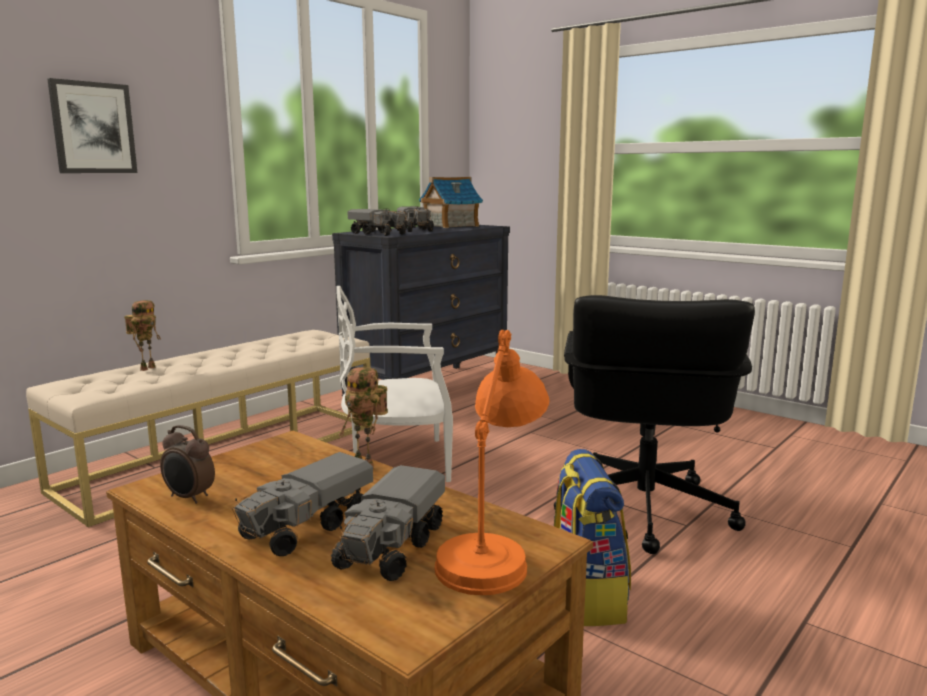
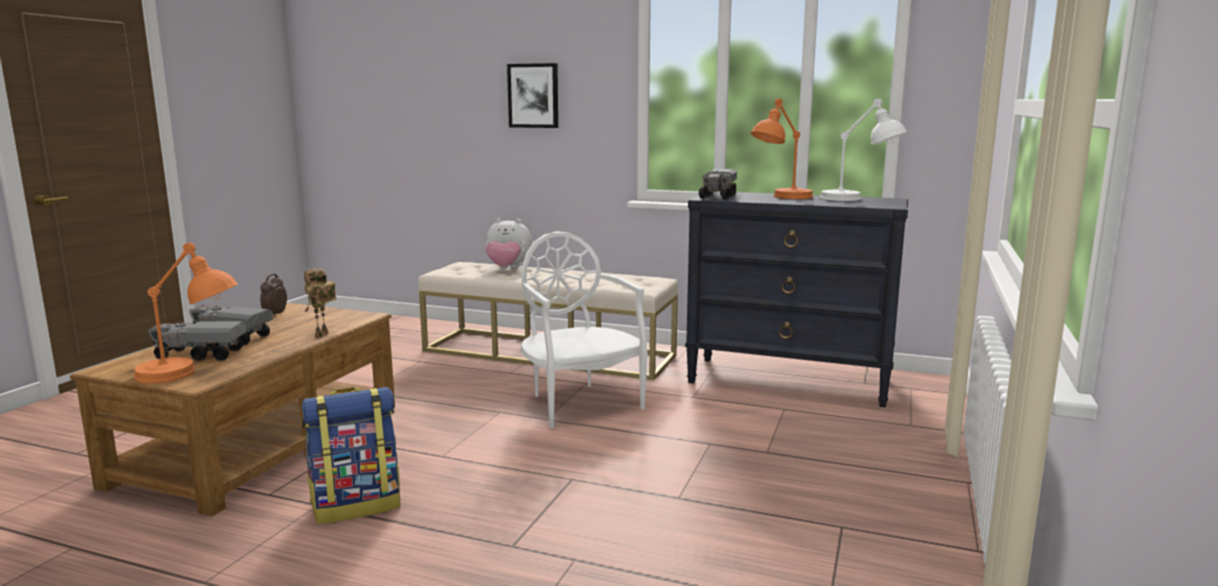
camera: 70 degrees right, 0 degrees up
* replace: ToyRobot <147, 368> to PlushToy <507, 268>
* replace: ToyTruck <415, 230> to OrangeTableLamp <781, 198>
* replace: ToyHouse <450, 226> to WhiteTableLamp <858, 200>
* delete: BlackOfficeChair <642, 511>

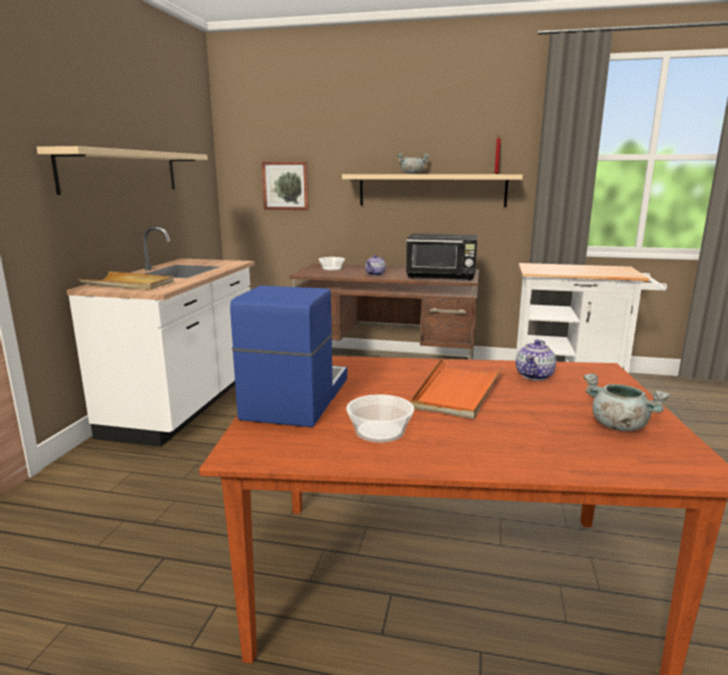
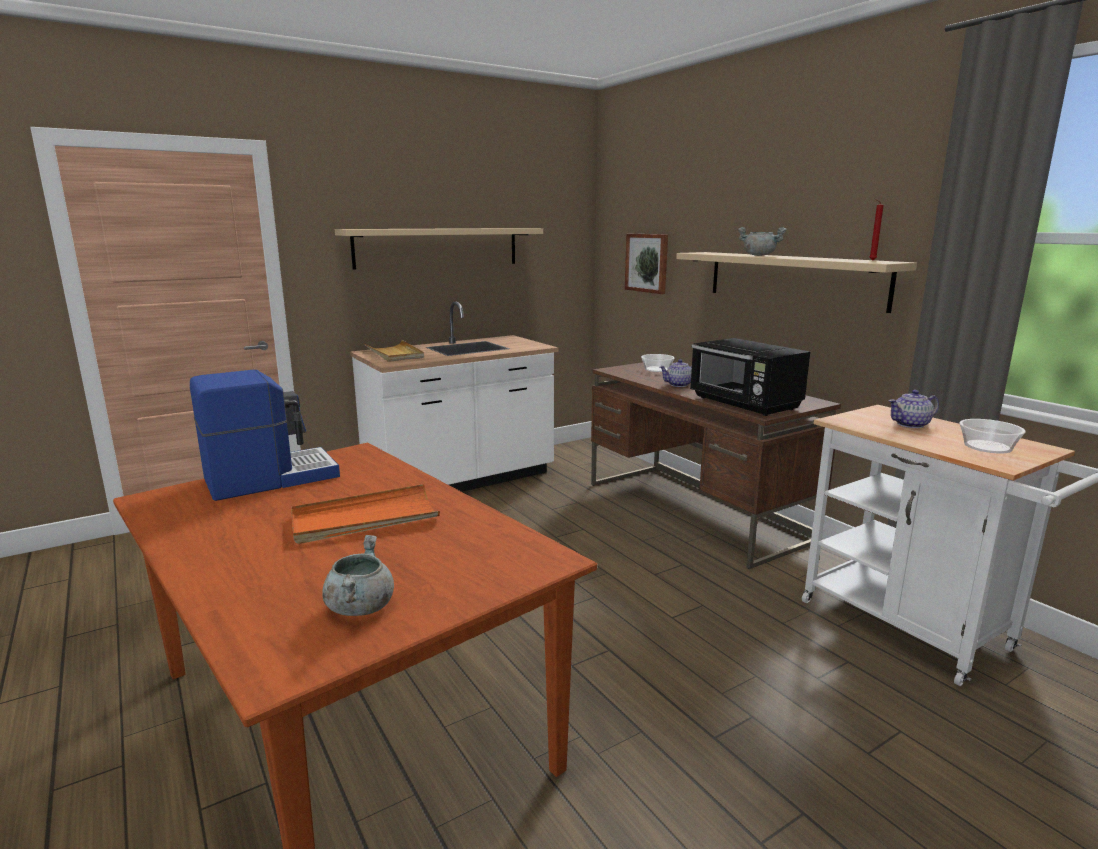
camera: 45 degrees right, 0 degrees up
* move: Teapot <535, 375> to <911, 424>
* move: Bowl <380, 431> to <988, 447>

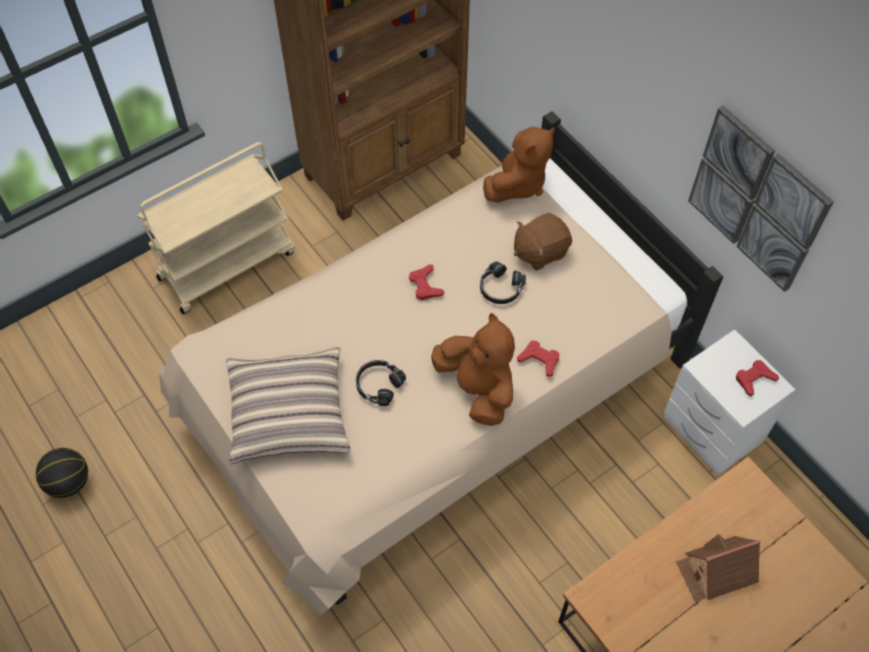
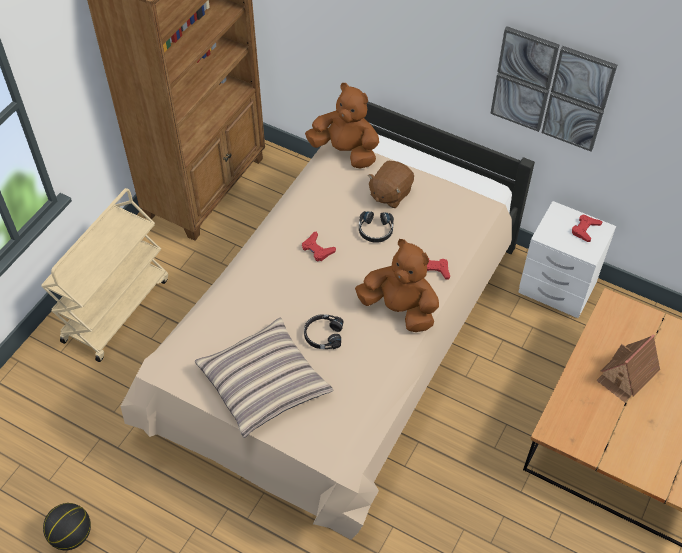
camera: 25 degrees left, 5 degrees down
* rotate: BrownPlushToy <518, 183> = <345, 151> 75 degrees counterclockwise

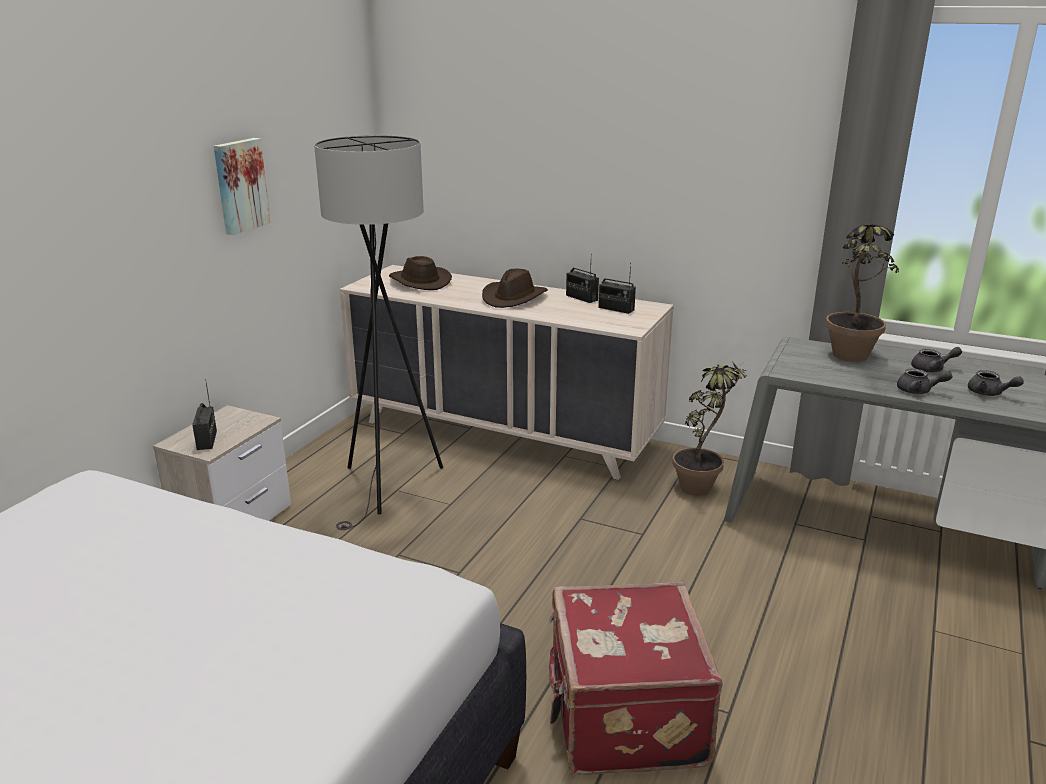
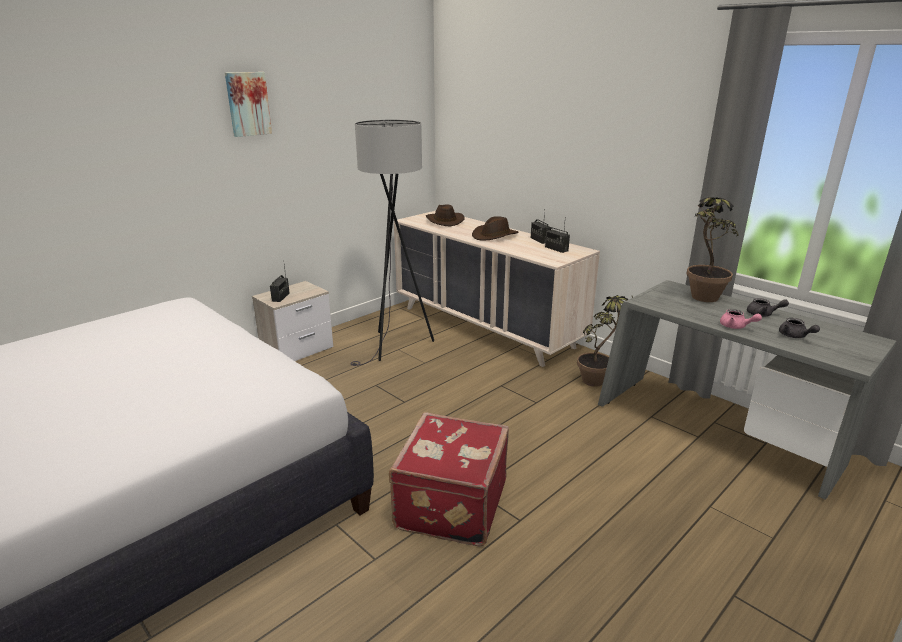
camera: 20 degrees right, 0 degrees up
* move: Picture <240, 185> to <247, 104>
* recolor: GreyTeapot <918, 391> to PinkTeapot <736, 327>

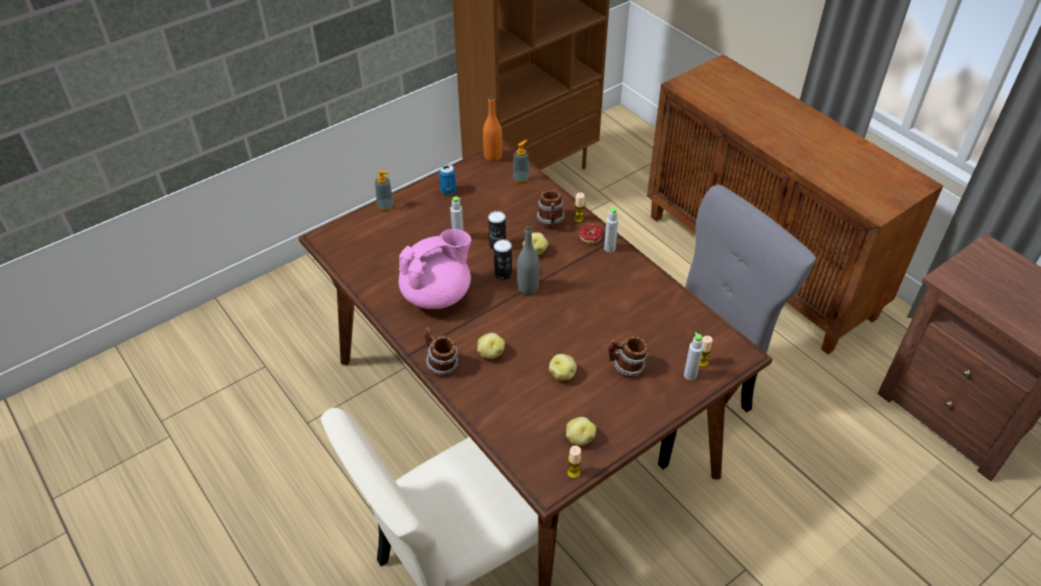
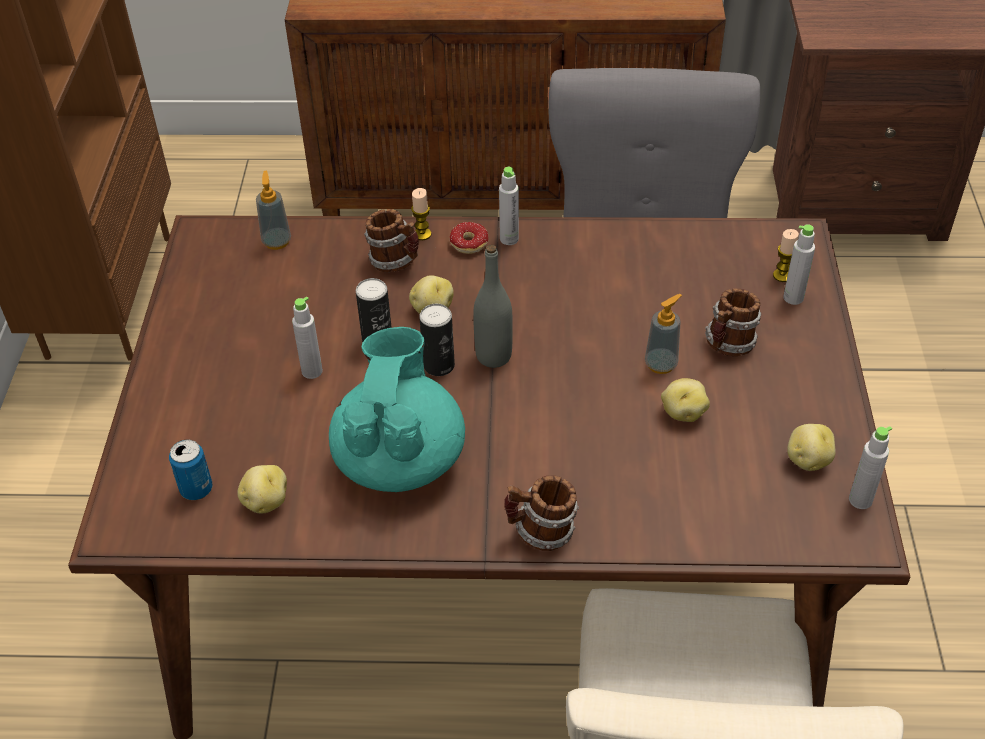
camera: 50 degrees left, 0 degrees up
* move: Can <448, 190> to <196, 489>
* move: Potato <490, 353> to <265, 501>
* recolor: PinkTeapot <437, 294> to TurquoiseTeapot <400, 458>
* move: SoapDispenser <385, 206> to <661, 364>
* replace: Candle <573, 472> to GreyBottle <860, 500>
* delete: OrangeBottle <493, 157>

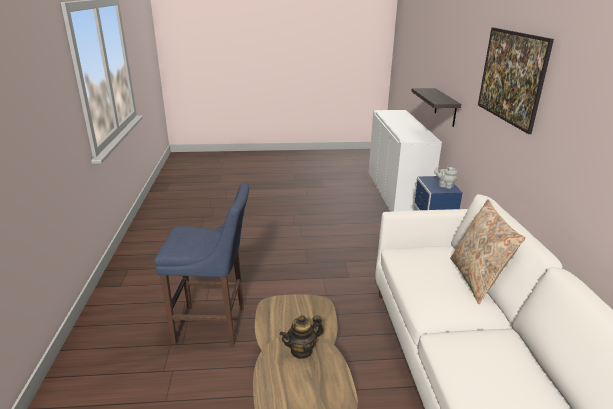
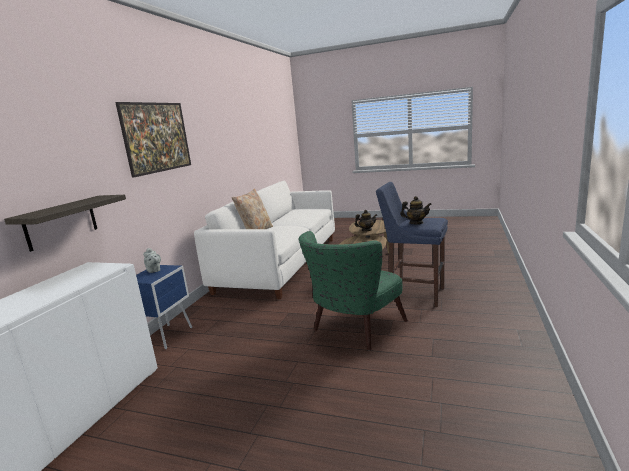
camera: 155 degrees left, 10 degrees down
* insert: GreenArmchair <353, 330>
* insert: Teapot <416, 223>

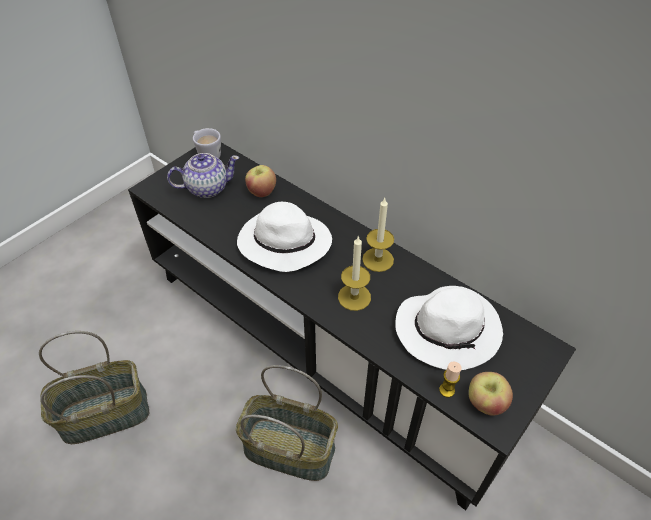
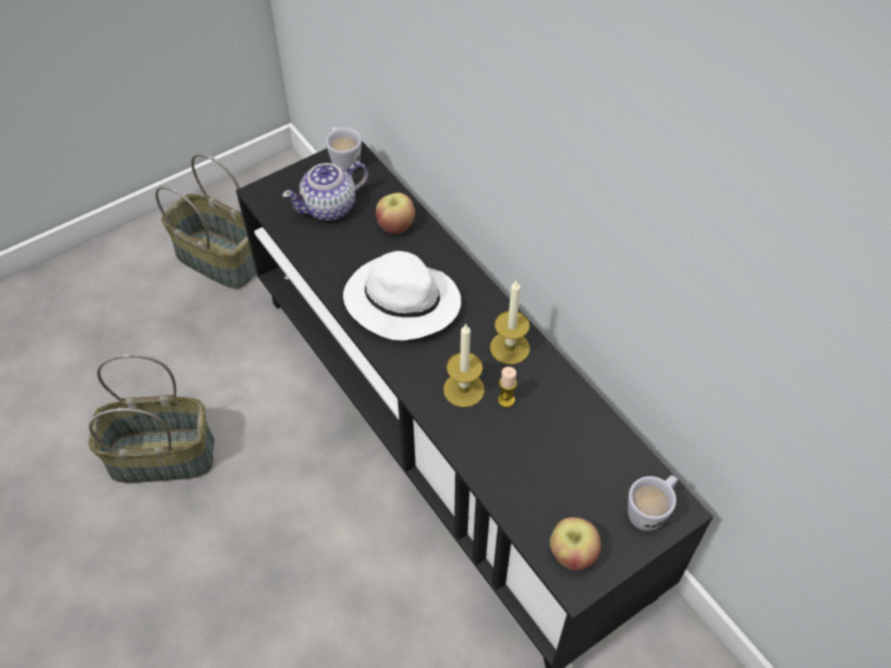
camera: 15 degrees right, 5 degrees up
* move: Basket <290, 448> to <221, 259>
* rotate: Teapot <207, 188> = <330, 207> 150 degrees clockwise
* move: Candle <447, 390> to <506, 400>
* insert: WhiteMug <650, 510>
* delete: WhiteHat <449, 329>

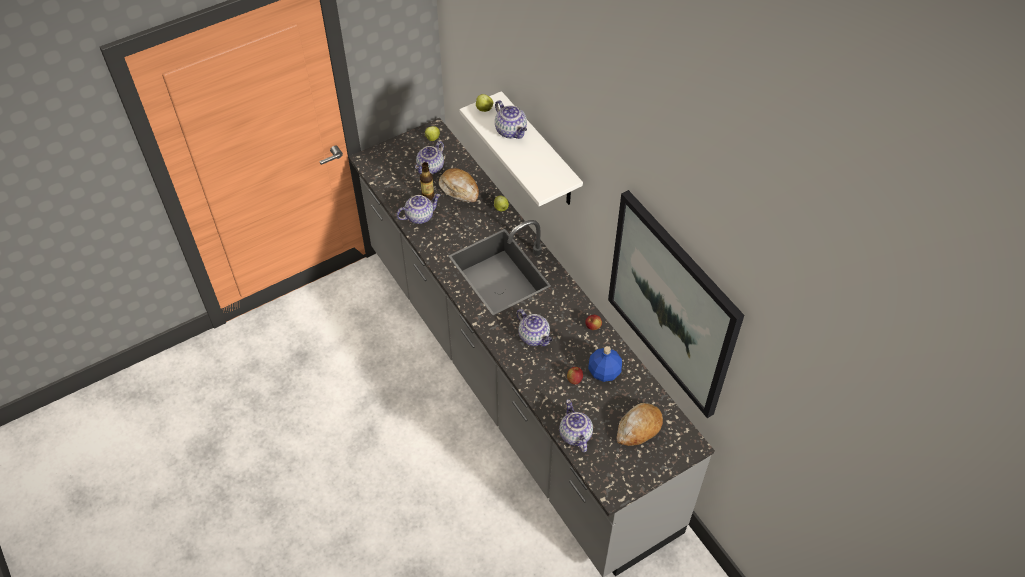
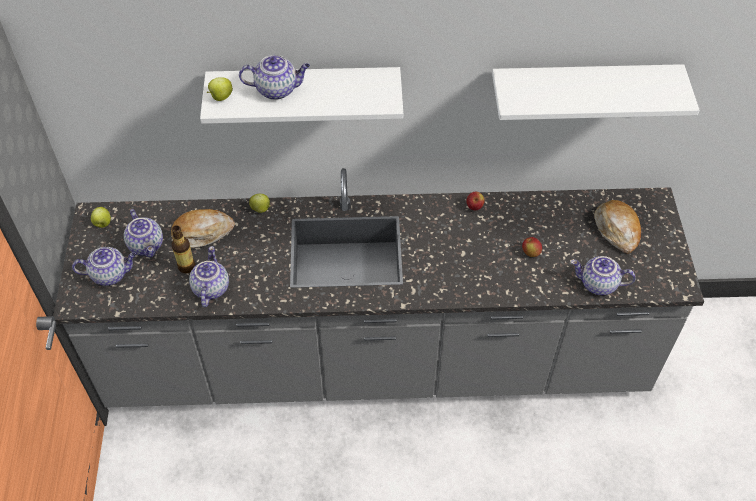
camera: 60 degrees left, 0 degrees up
* move: Teapot <534, 337> to <110, 274>
* replace: Picture <672, 305> to WhiteShelf <583, 90>
* delete: BlueBottle <604, 372>

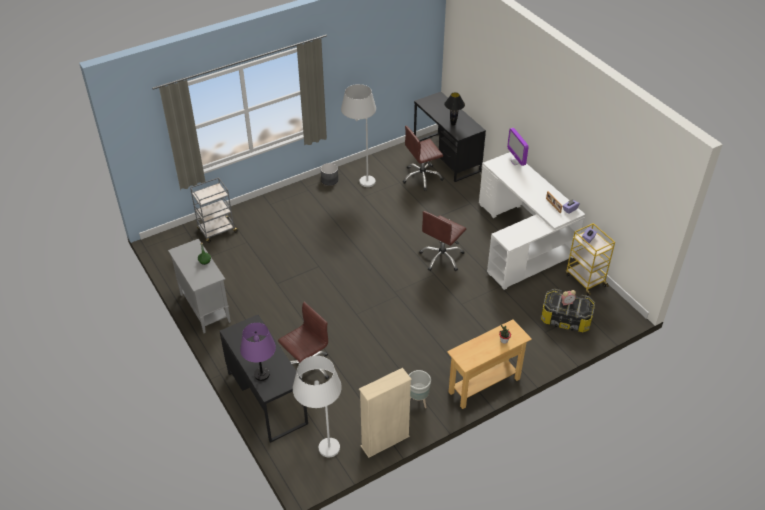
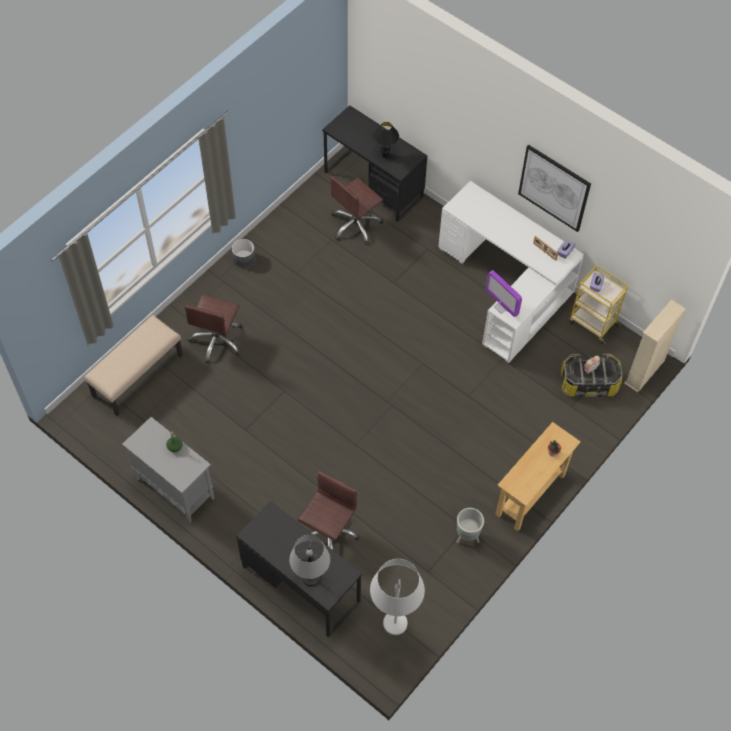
camera: 20 degrees left, 15 degrees up
* replace: GreyCart <217, 231> to BeigeBench <137, 375>
* move: BrownOfficeChair <442, 258> to <217, 340>
* recolor: PurpleTableLamp <262, 374> to GreyTableLamp <311, 577>
* move: Monitor <516, 162> to <502, 307>
* insert: Picture <554, 188>
* move: BeigeBookcase <385, 441> to <644, 372>
* delete: WhiteFloorLamp <360, 178>

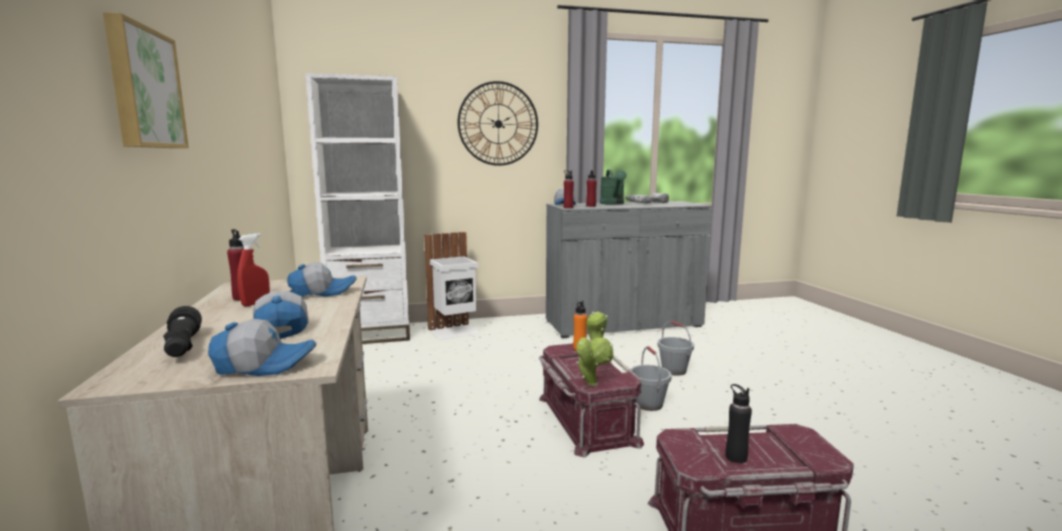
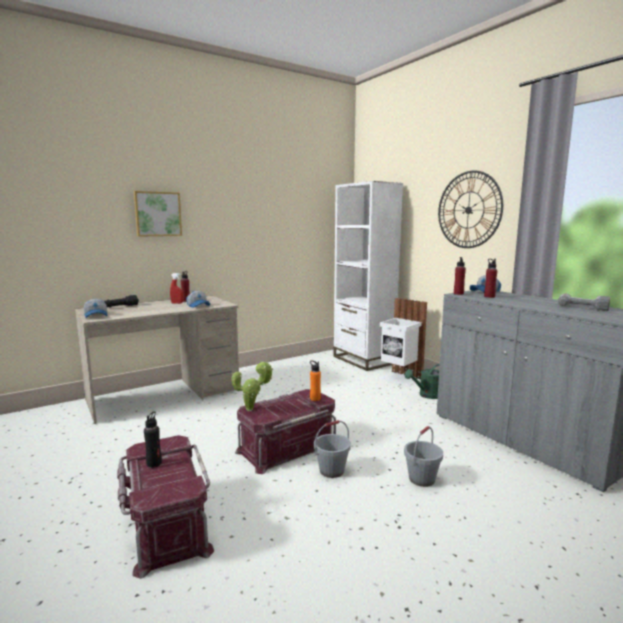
camera: 70 degrees right, 0 degrees up
* move: GreenWateringCan <613, 204> to <427, 395>
* delete: Cap <281, 327>

